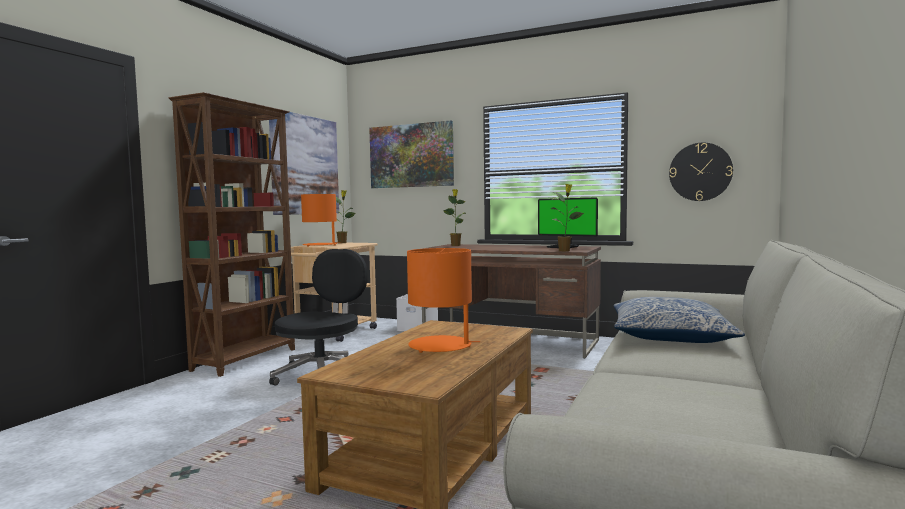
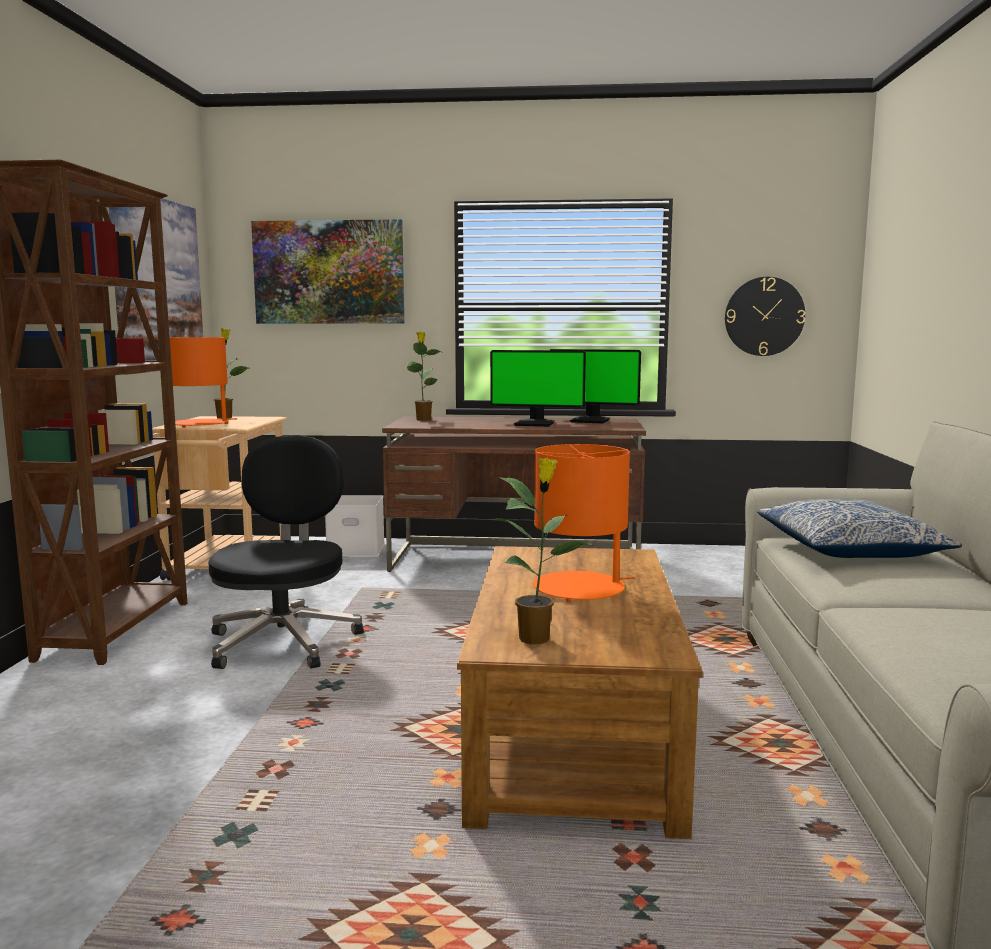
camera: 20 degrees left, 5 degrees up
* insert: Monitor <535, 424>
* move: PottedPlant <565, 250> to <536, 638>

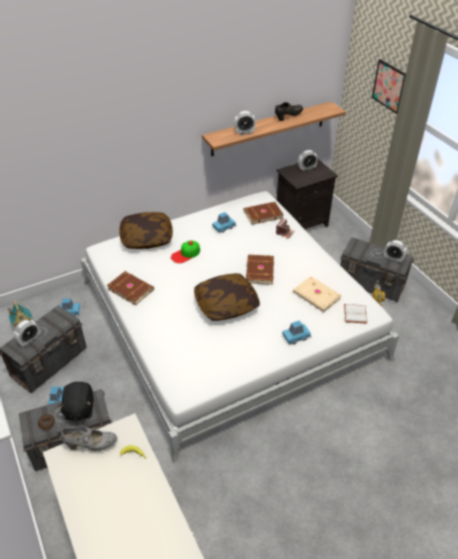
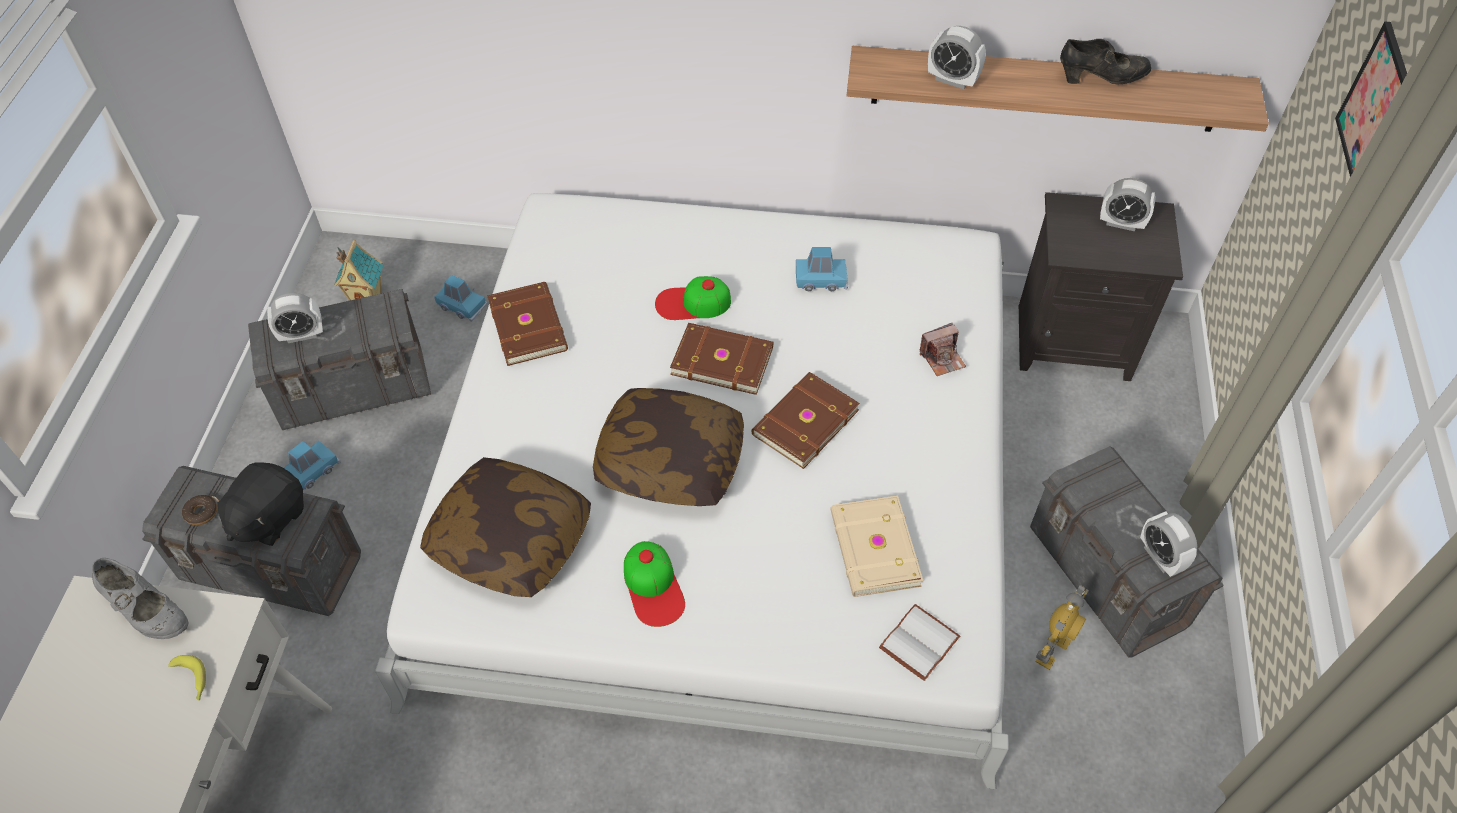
camera: 35 degrees right, 10 degrees up
* move: Pillow <147, 238> to <511, 540>
* insert: Cap <653, 586>
* move: BrownBook <262, 214> to <722, 359>
* delete: BlueToyCar <296, 337>

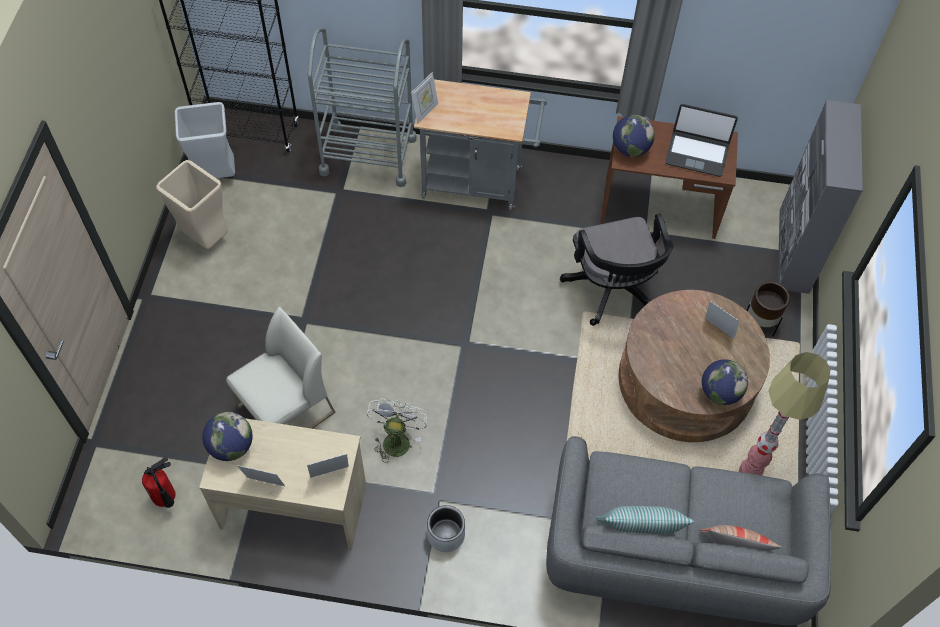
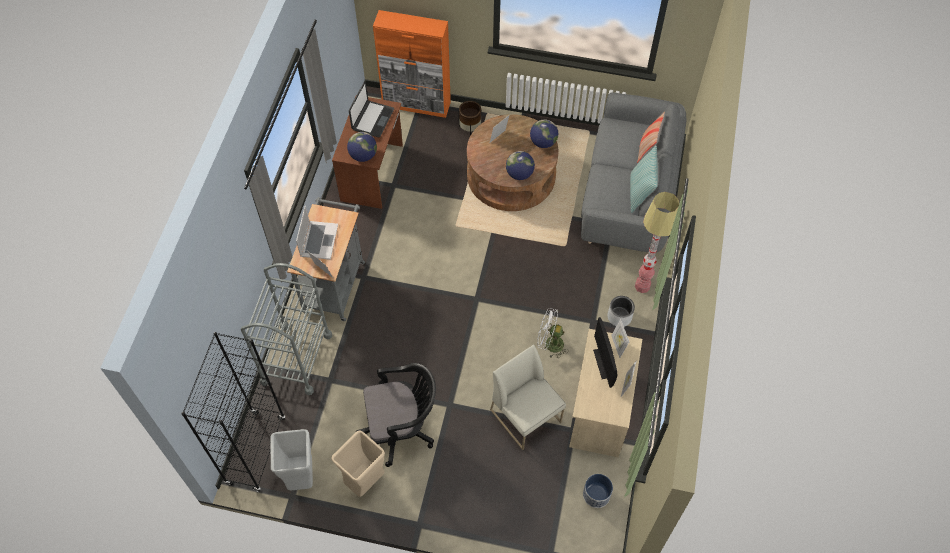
camera: 85 degrees left, 0 degrees up
* insert: Laptop <319, 240>
* move: BlackOfficeChair <612, 291> to <401, 428>
* recolor: GreyCabinet <793, 251> to OrangeCabinet <417, 104>
* move: Globe <231, 446> to <519, 174>
* replace: FireExtinguisher <167, 499> to Planter <596, 494>
* insert: Monitor <604, 363>
* move: FloorLamp <750, 472> to <642, 286>

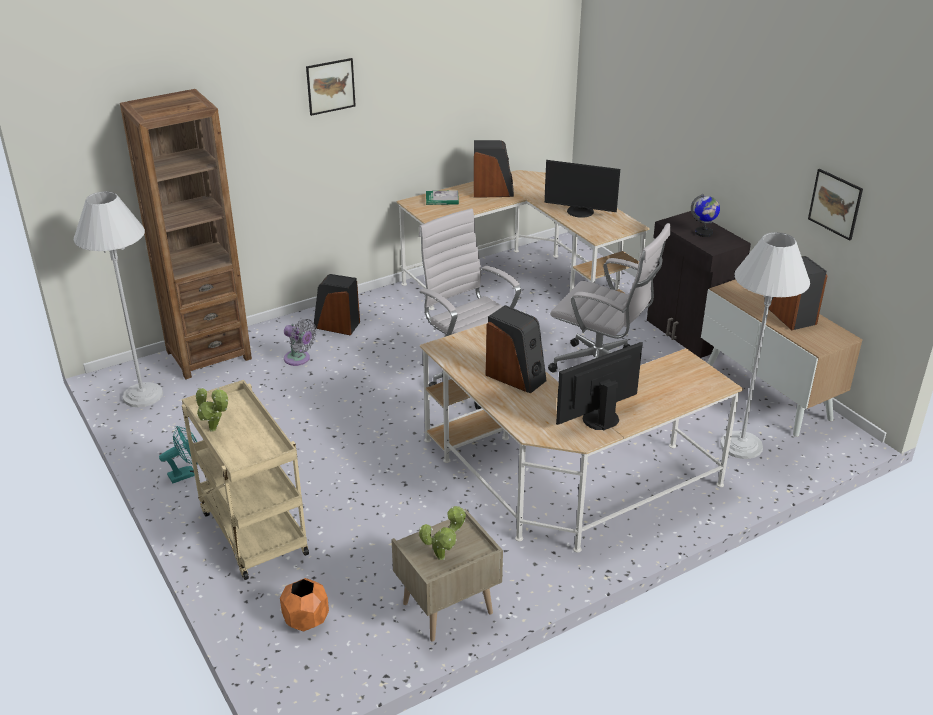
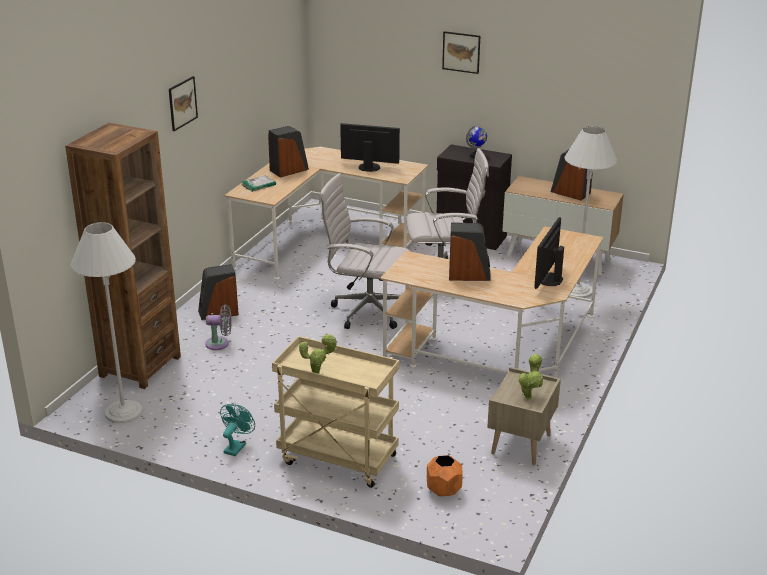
camera: 35 degrees left, 5 degrees down
* rotate: Monitor <580, 212> = <369, 167> 150 degrees counterclockwise
* move: Picture <835, 204> to <461, 52>

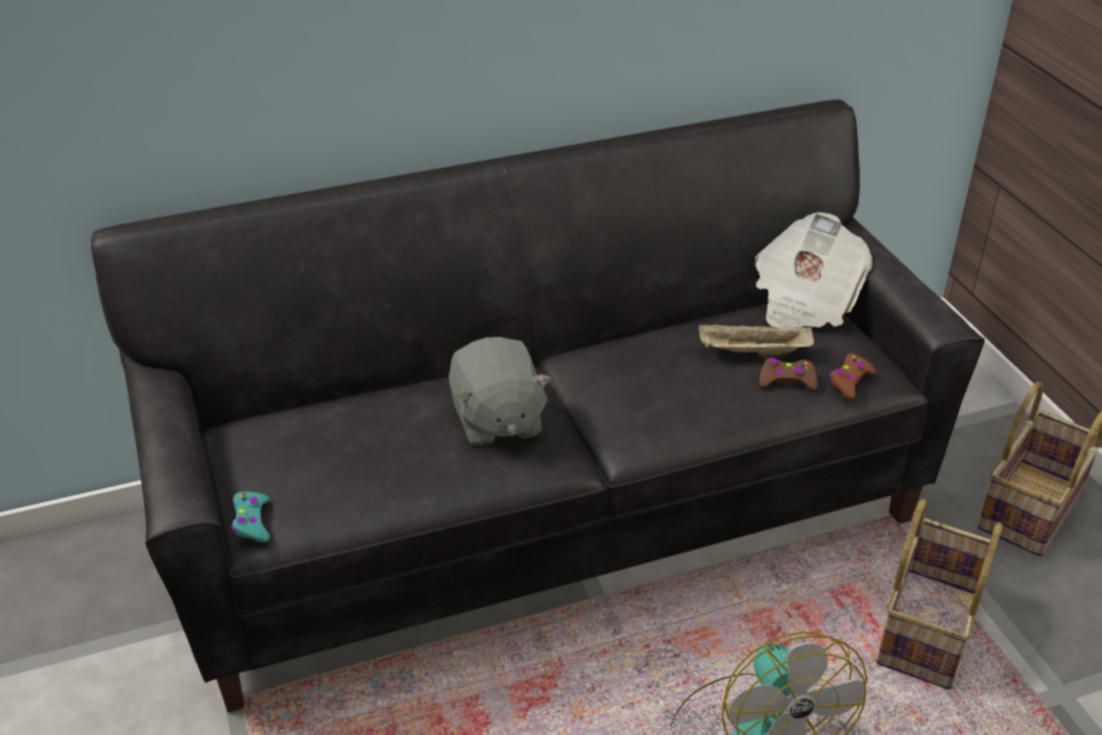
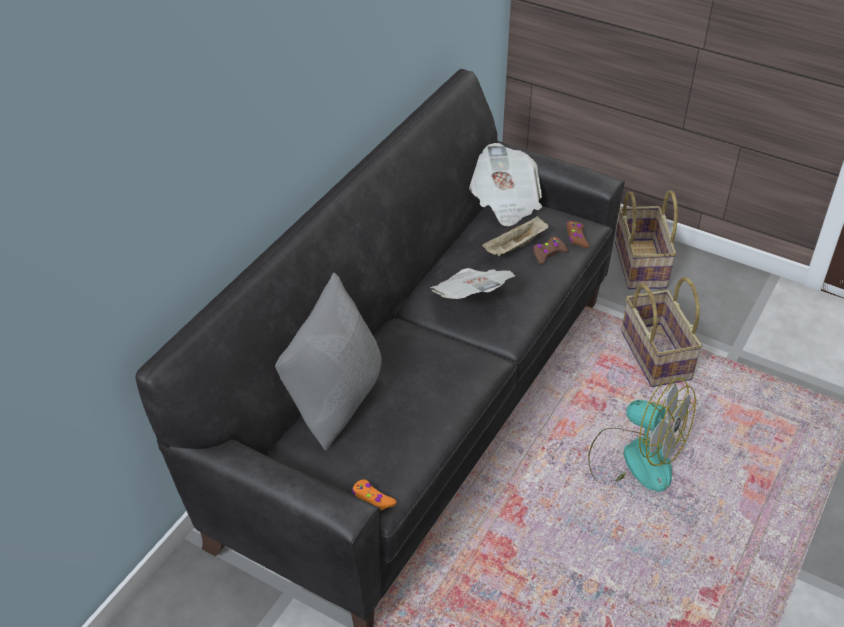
camera: 40 degrees left, 5 degrees up
* insert: GreyPillow <336, 399>
* recolor: TurquoiseGameController <252, 522> to OrangeGameController <372, 499>
* insert: Newspaper <471, 298>
* delete: GreyPlushToy <497, 420>

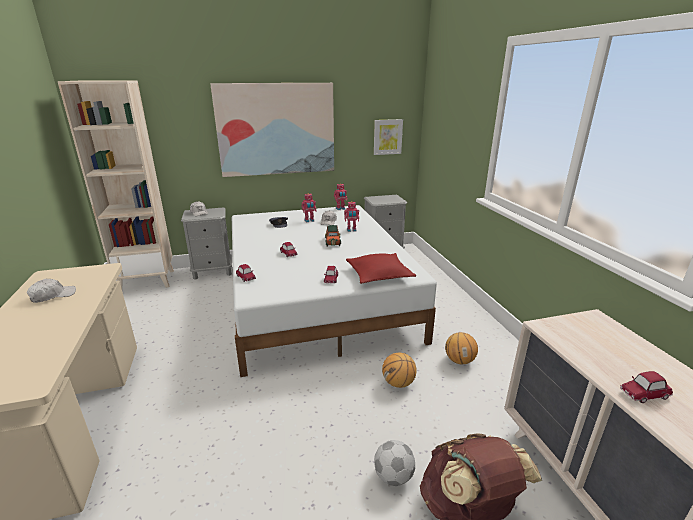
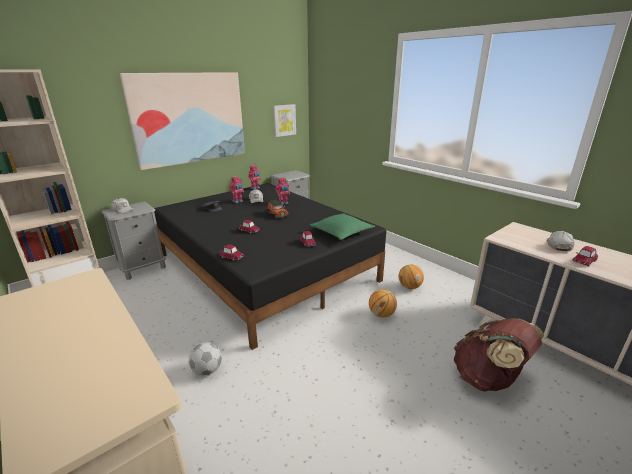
camera: 25 degrees left, 0 degrees up
* recolor: WhiteBed <316, 296> to BlackBed <264, 267>
* move: Football <393, 475> to <207, 370>
* recolor: RedPillow <379, 275> to GreenPillow <341, 232>
* move: WhiteCap <53, 296> to <558, 245>

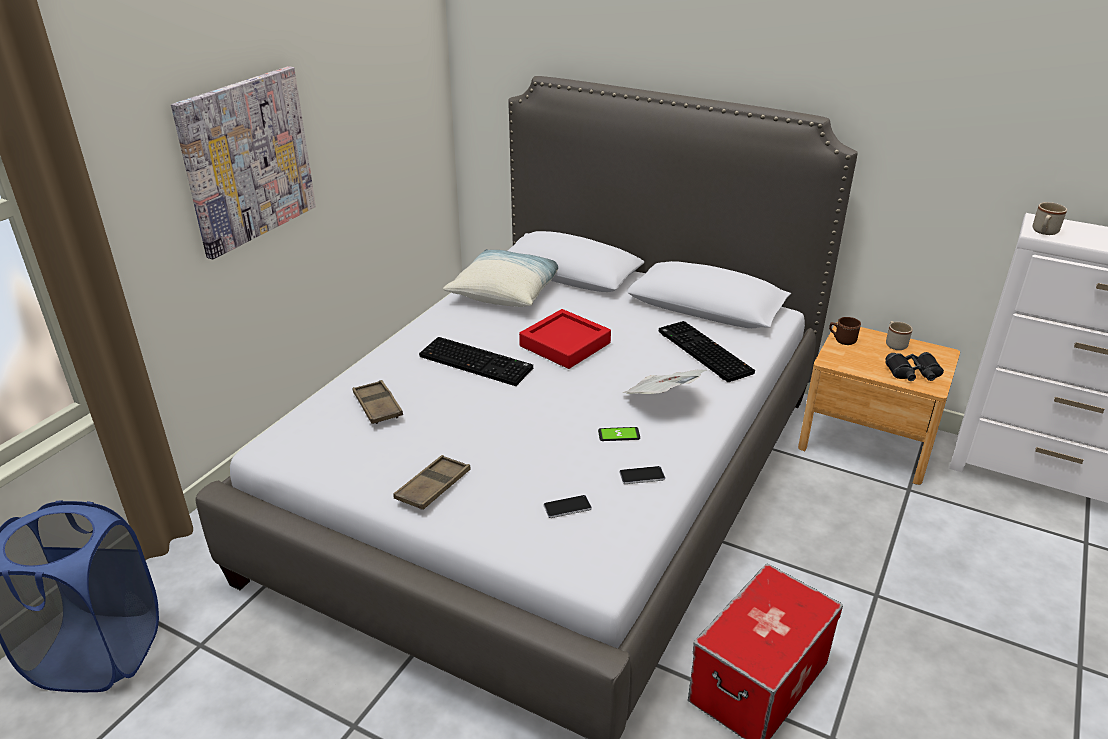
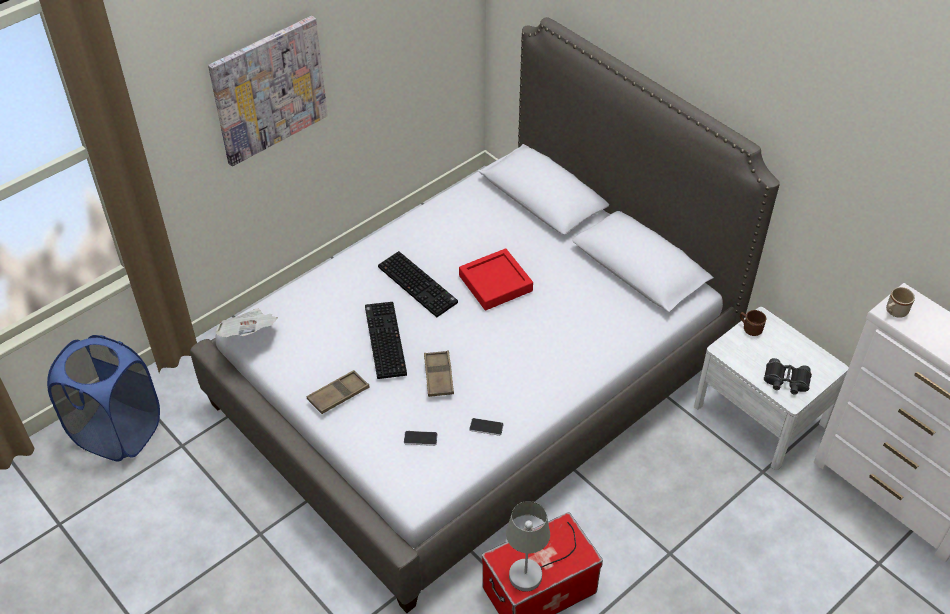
camera: 20 degrees right, 15 degrees up
* move: Newspaper <662, 399> to <249, 334>
* move: Keyboard <702, 352> to <383, 340>
* move: BrownTray <377, 406> to <438, 376>
* insert: GreyTableLamp <533, 570>
* recolor: BrownNightstand <867, 441> to WhiteNightstand <760, 415>
* delete: Pillow <506, 292>
* delete: Phone <619, 435>
* delete: BeigeMug <894, 344>

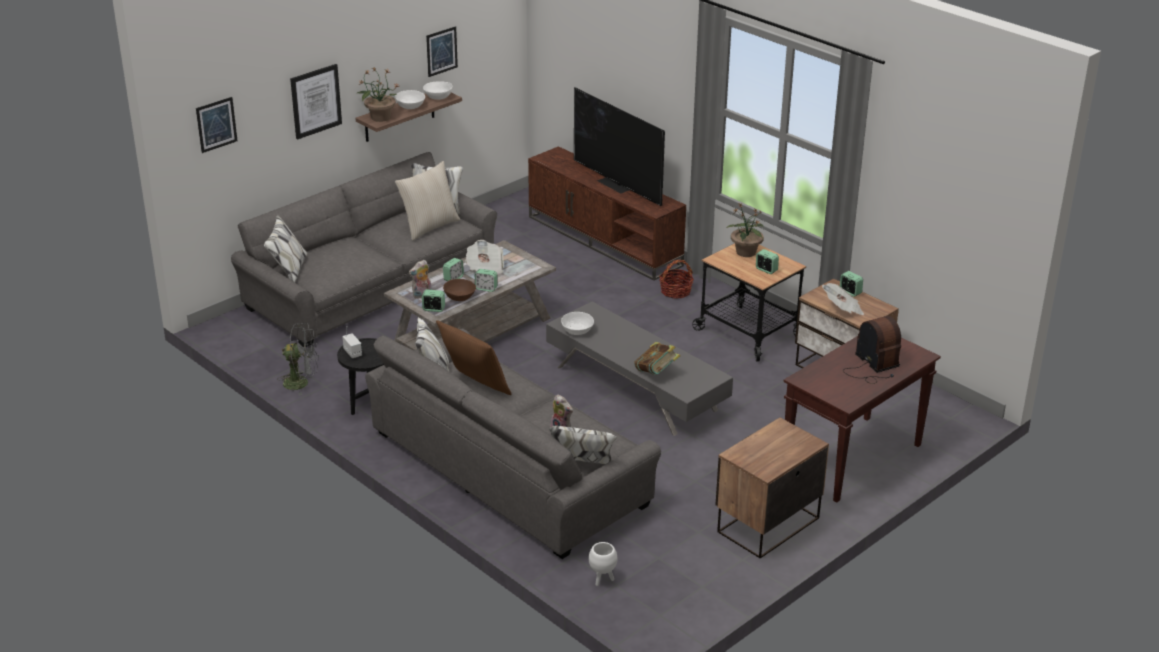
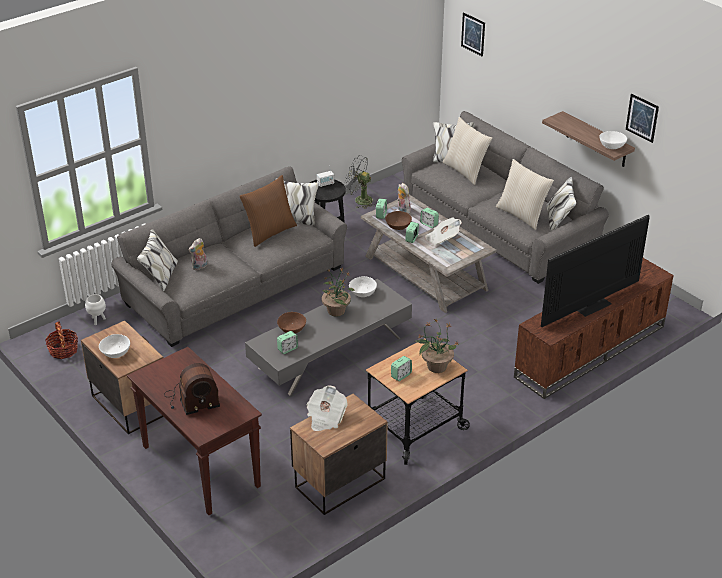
camera: 95 degrees right, 5 degrees up
* move: Basket <675, 291> to <63, 350>
* move: WhiteBowl <410, 106> to <116, 353>
* replace: Book <656, 373> to BrownBowl <292, 329>
* move: AlarmClock <850, 292> to <287, 349>
* move: PottedPlant <380, 117> to <336, 310>
* rotate: GreyFan <302, 383> = <359, 200> 105 degrees clockwise
* insert: BeigePillow <465, 171>
* delete: Picture <315, 101>

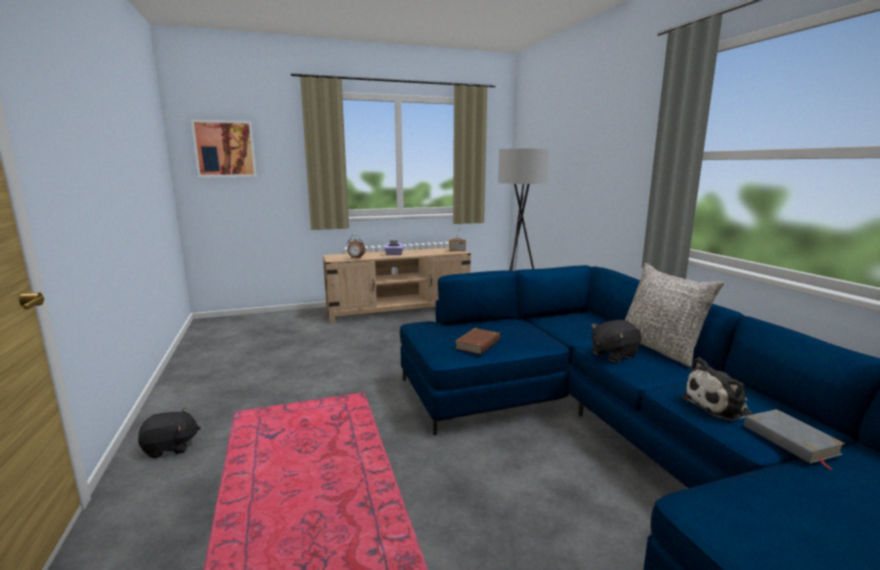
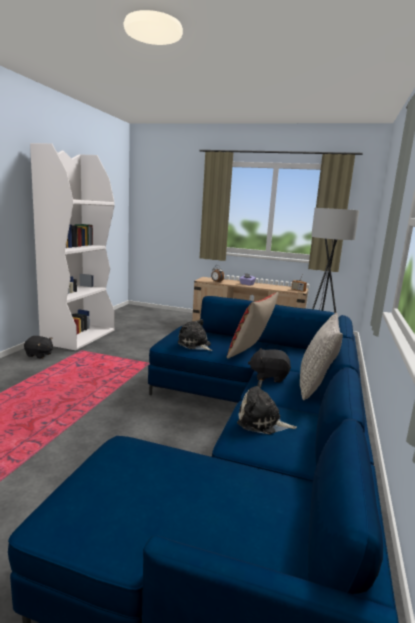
camera: 35 degrees right, 0 degrees up
* insert: WhiteBookcase <79, 336>
* replace: BrownBook <478, 344> to PlushToy <195, 345>
* insert: Pillow <250, 352>
* delete: Picture <225, 149>
* delete: GreyBook <790, 440>

